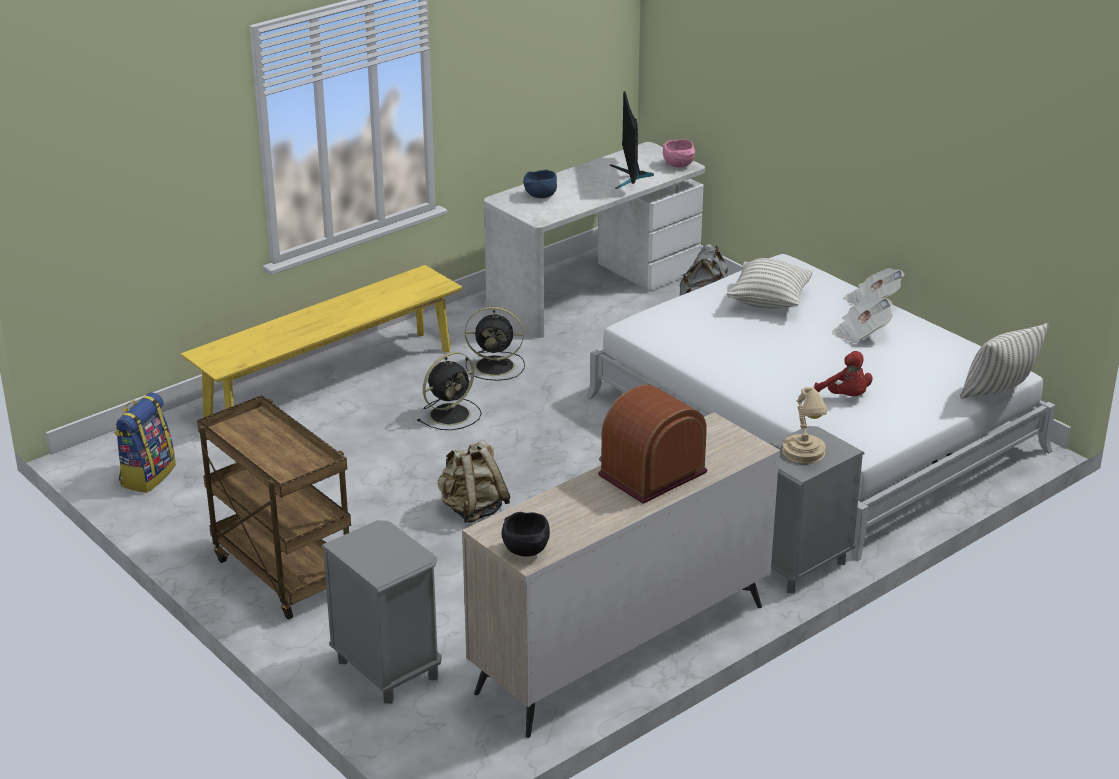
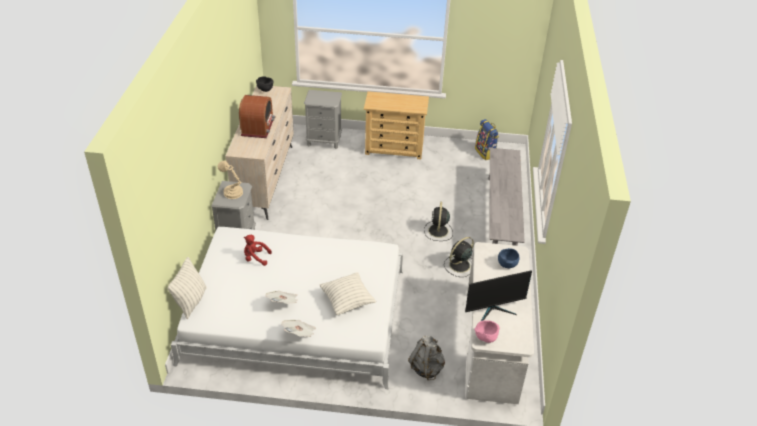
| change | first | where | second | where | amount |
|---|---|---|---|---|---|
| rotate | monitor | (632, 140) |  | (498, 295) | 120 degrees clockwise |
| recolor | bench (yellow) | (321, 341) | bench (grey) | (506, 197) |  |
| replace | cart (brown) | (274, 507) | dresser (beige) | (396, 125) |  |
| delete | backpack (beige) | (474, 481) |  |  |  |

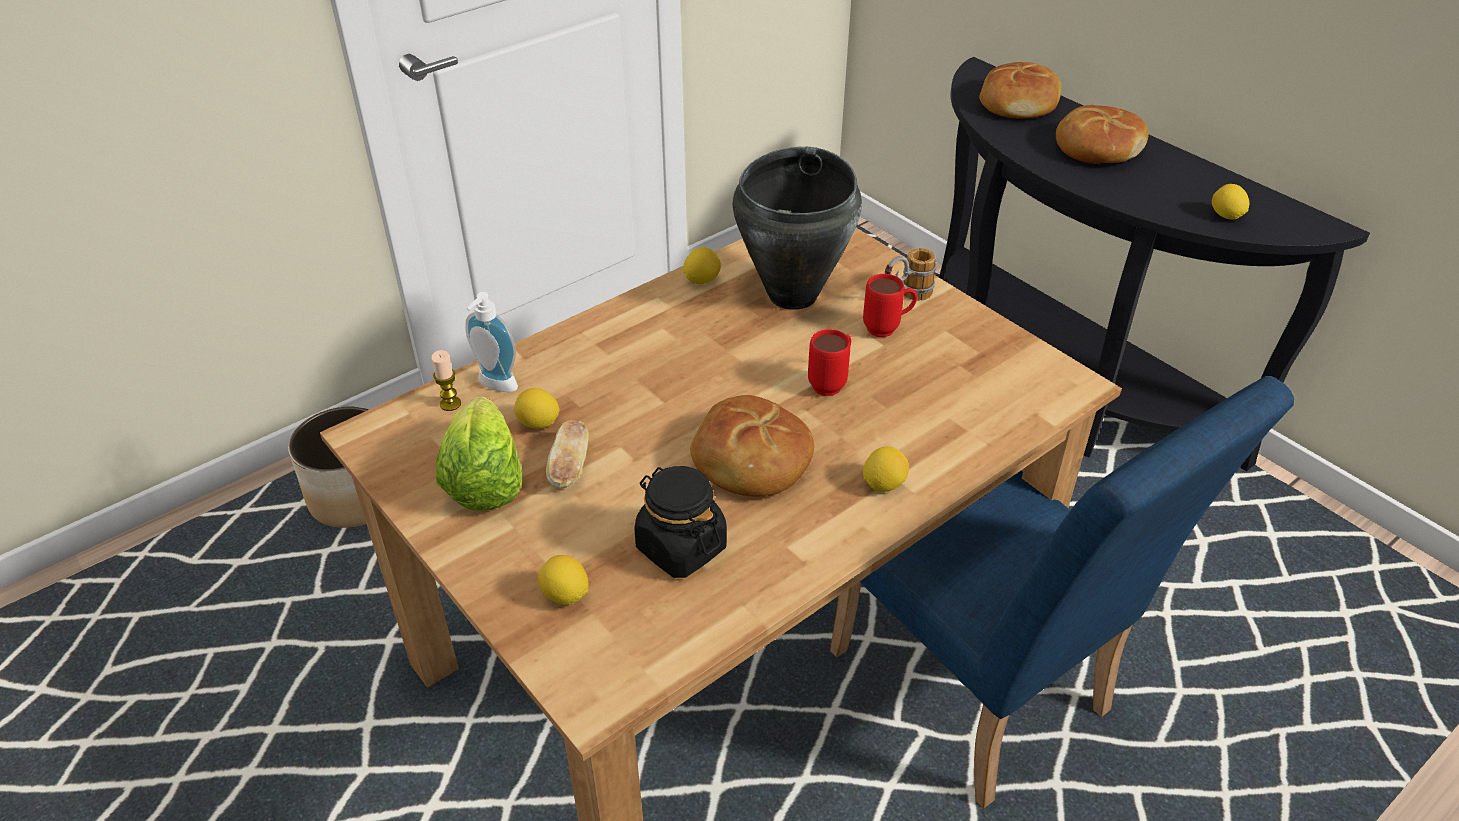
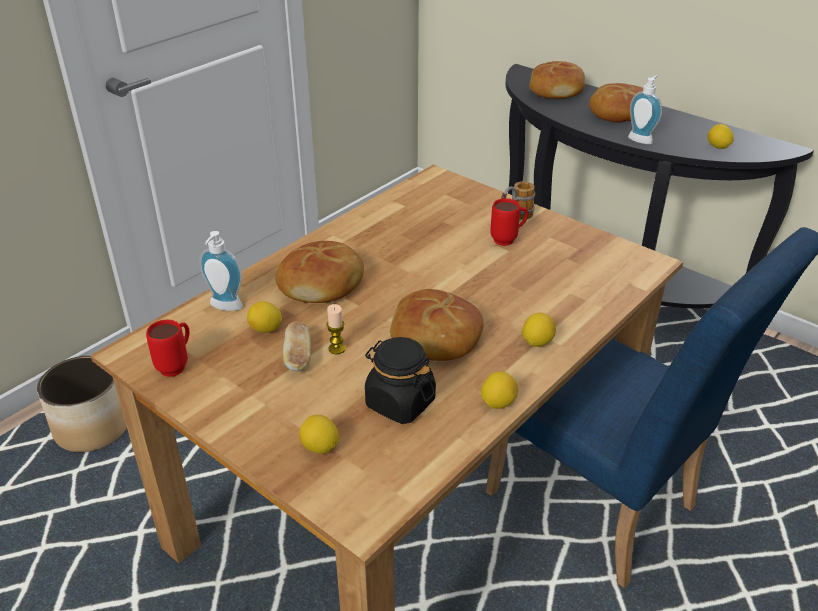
| change | first | where | second | where | amount |
|---|---|---|---|---|---|
| delete | cooking pot (black) | (797, 228) |  |  |  |
| move | lemon | (702, 265) |  | (499, 390) |  |
| move | mug (red) | (829, 362) |  | (168, 348) |  |
| move | candle | (446, 380) |  | (336, 329) |  |
| delete | lettuce | (479, 454) |  |  |  |
| insert |  |  | soap dispenser | (645, 109) |  |
| insert |  |  | bread | (319, 272) |  |

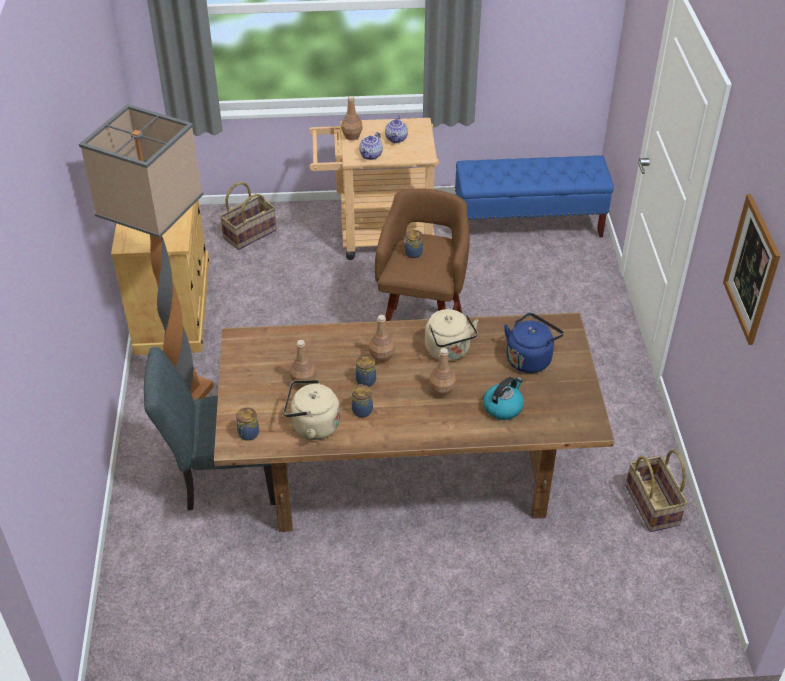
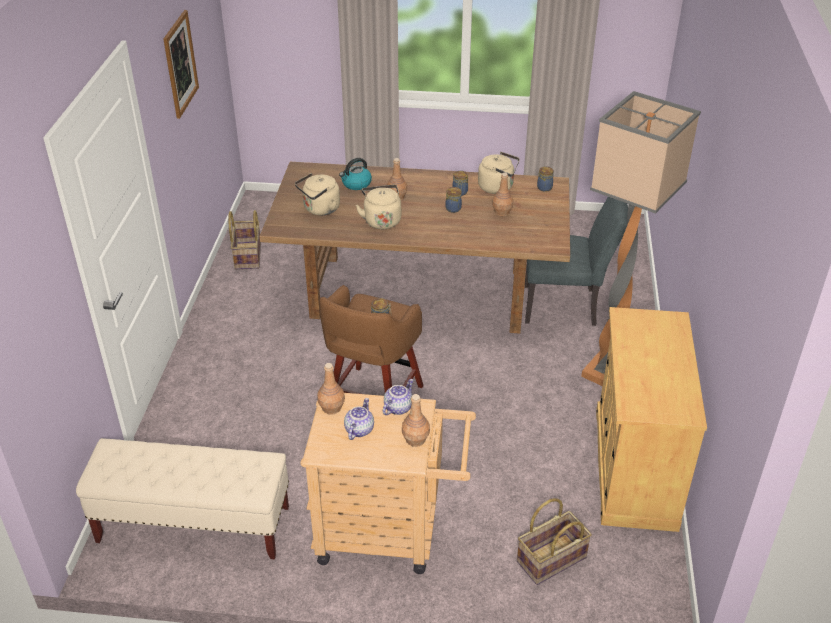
| change | first | where | second | where | amount |
|---|---|---|---|---|---|
| recolor | bench (blue) | (534, 196) | bench (beige) | (182, 499) |  |
| recolor | kettle (blue) | (534, 343) | kettle (beige) | (317, 194) |  |
| move | bottle (brown) | (382, 339) |  | (331, 389) |  |

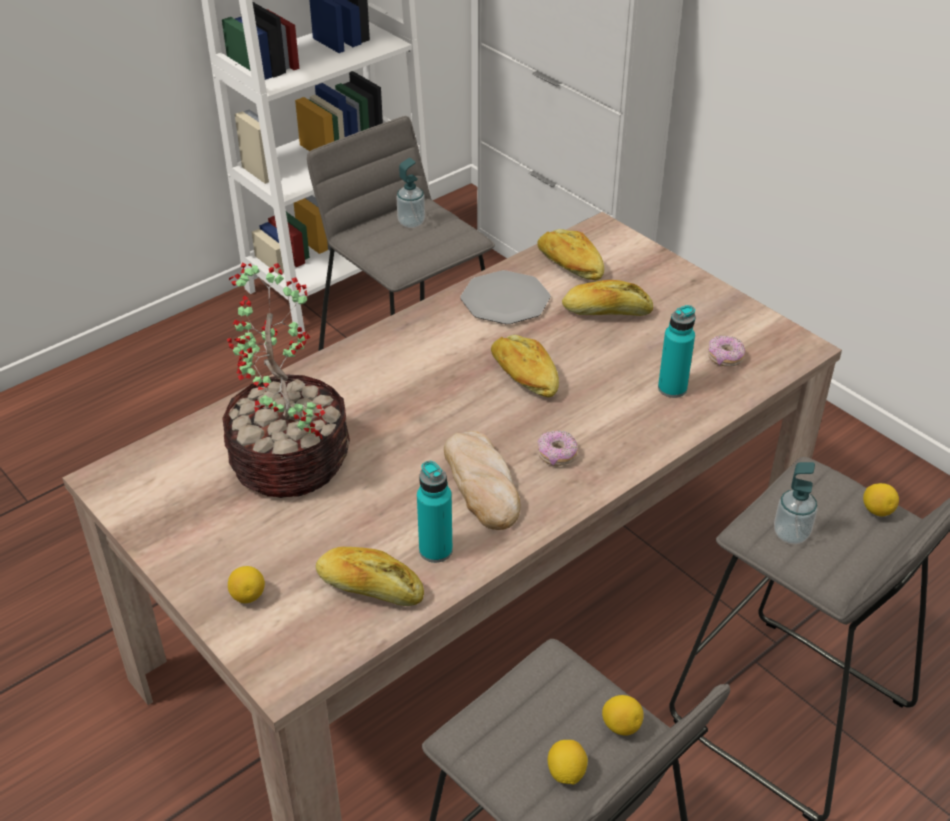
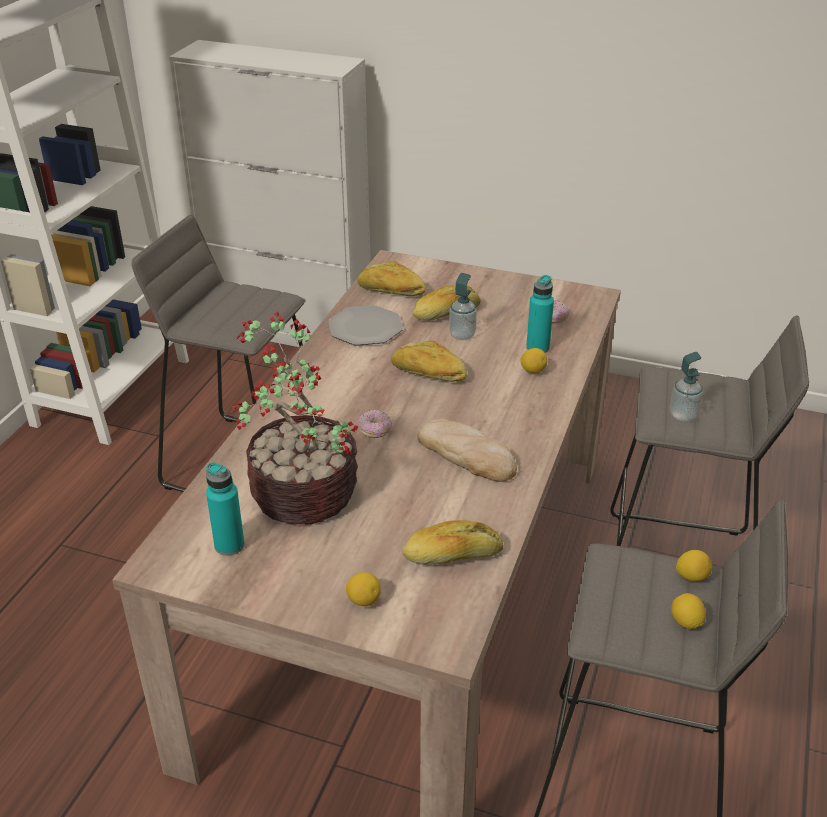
| change | first | where | second | where | amount |
|---|---|---|---|---|---|
| move | soap dispenser | (411, 193) |  | (463, 306) |  |
| move | donut | (558, 448) |  | (374, 424) |  |
| move | bottle (turquoise) | (435, 512) |  | (225, 509) |  |
| move | lemon | (881, 499) |  | (533, 360) |  |

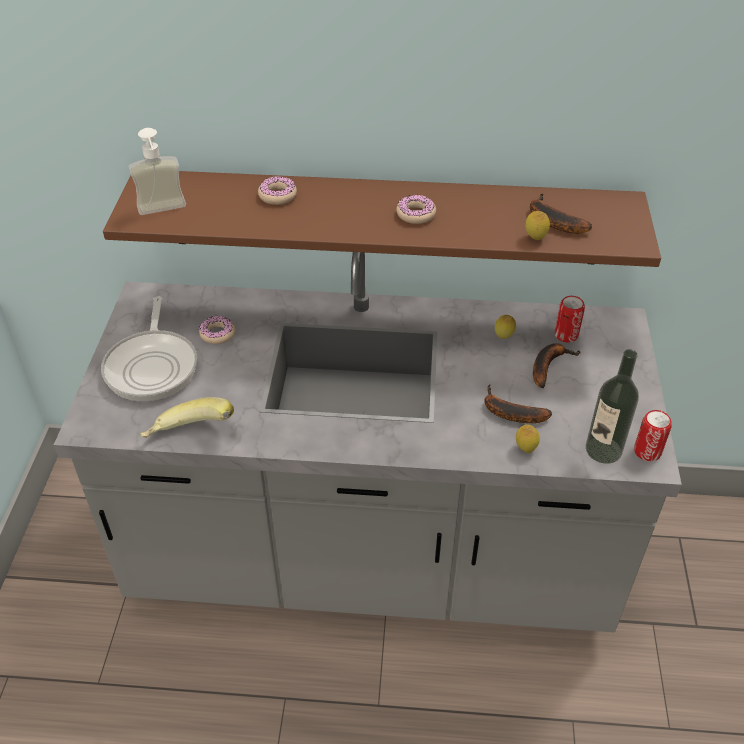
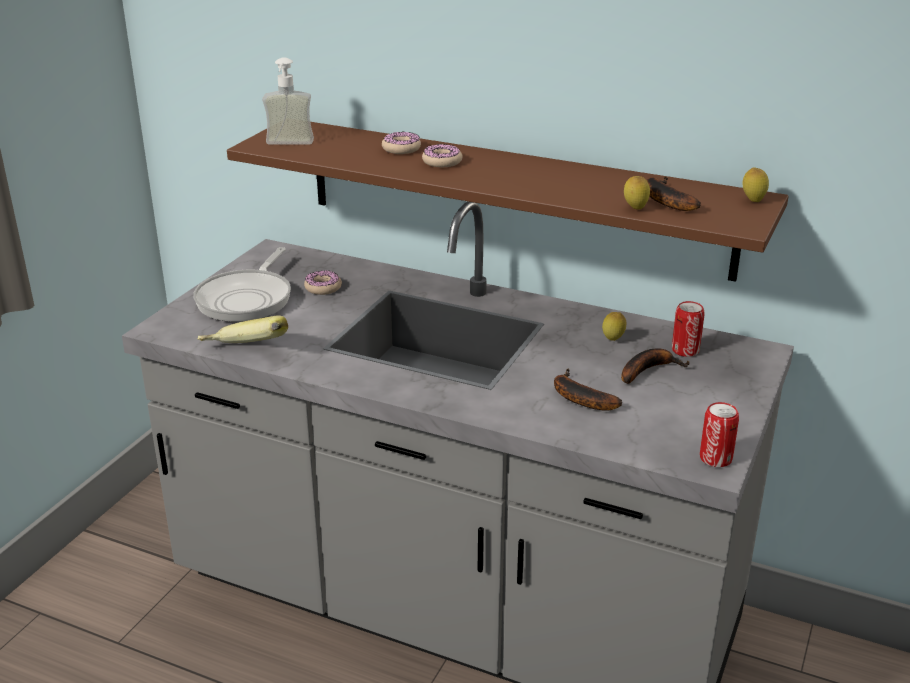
| change | first | where | second | where | amount |
|---|---|---|---|---|---|
| move | donut | (416, 209) |  | (442, 155) |  |
| delete | bottle | (612, 406) |  |  |  |
| move | lemon | (528, 439) |  | (756, 184) |  |

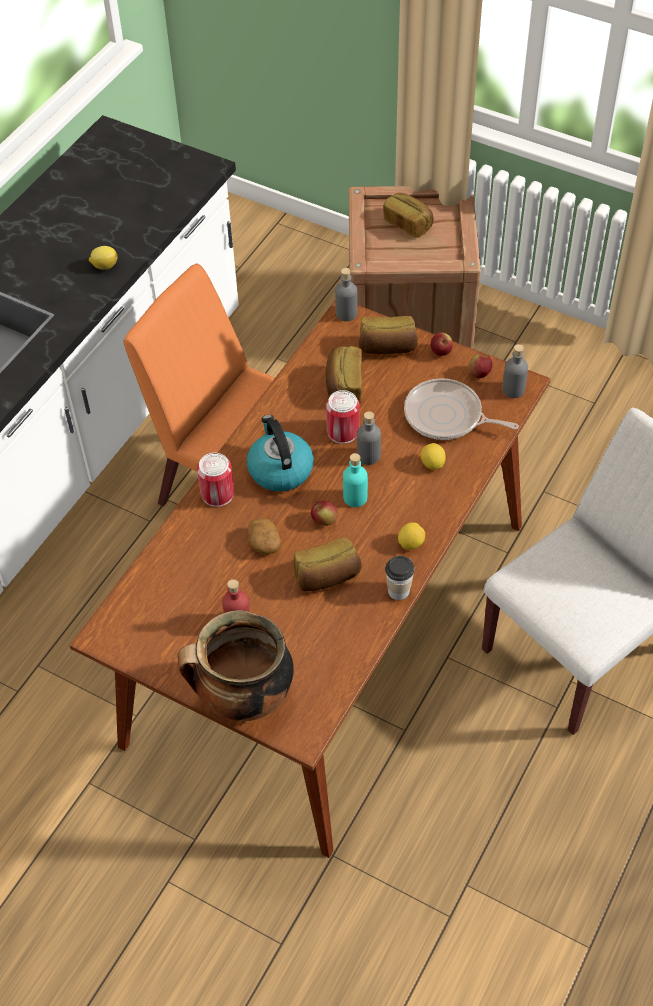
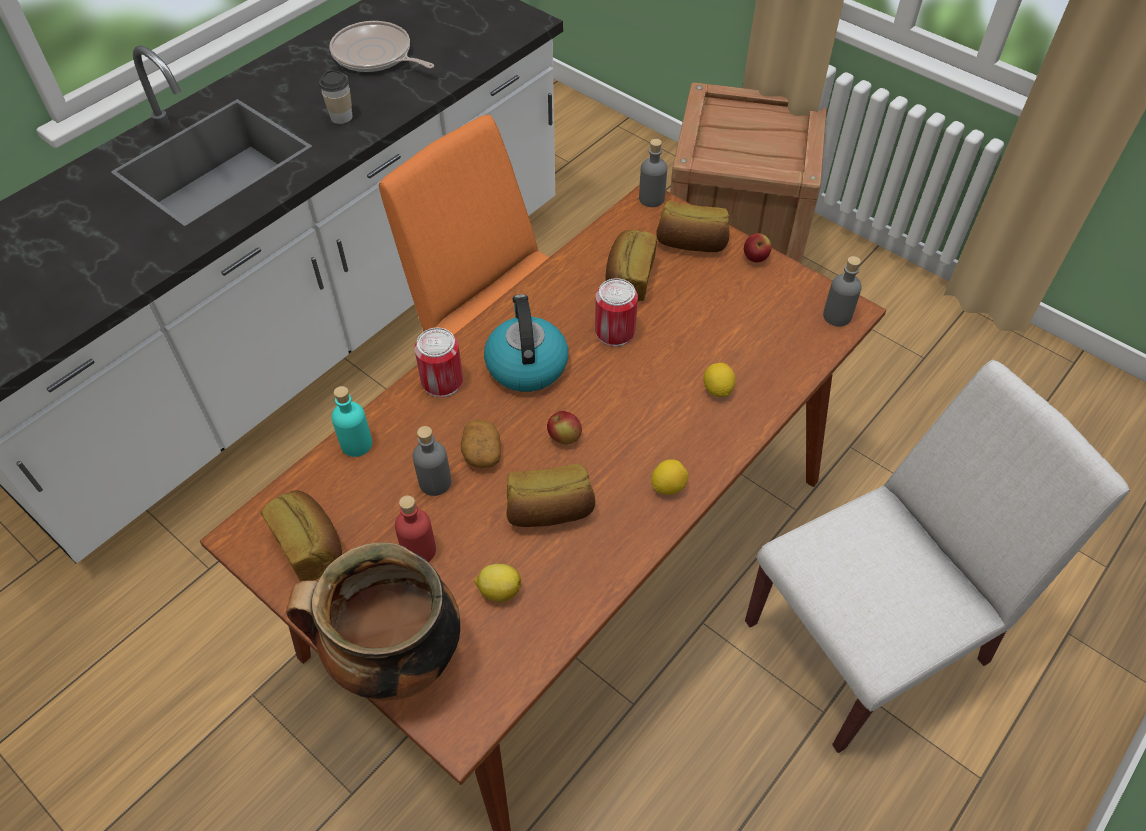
| change | first | where | second | where | amount |
|---|---|---|---|---|---|
| move | bread | (408, 215) |  | (301, 536) |  |
| move | lemon | (103, 258) |  | (498, 583) |  |
| delete | apple | (481, 366) |  |  |  |
| move | frying pan | (461, 409) |  | (381, 46) |  |
| move | bottle (grey) | (369, 438) |  | (432, 461) |  |
| move | bottle (turquoise) | (355, 480) |  | (352, 421) |  |
| move | cup | (399, 578) |  | (336, 97) |  |

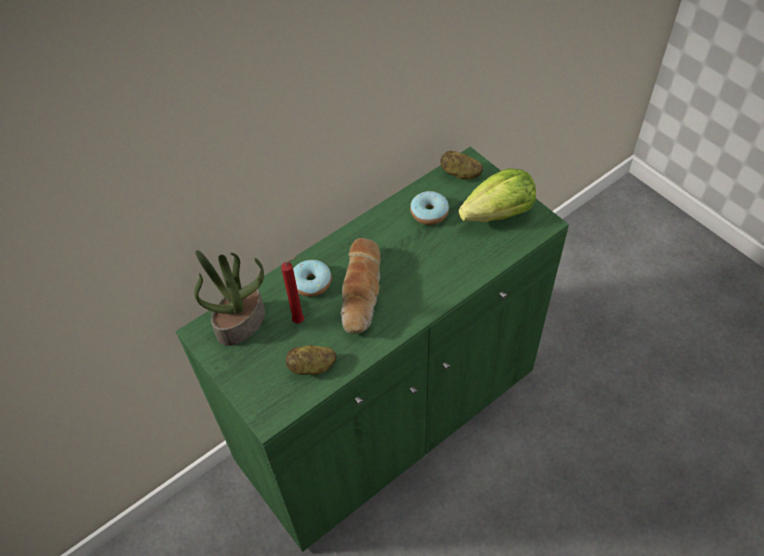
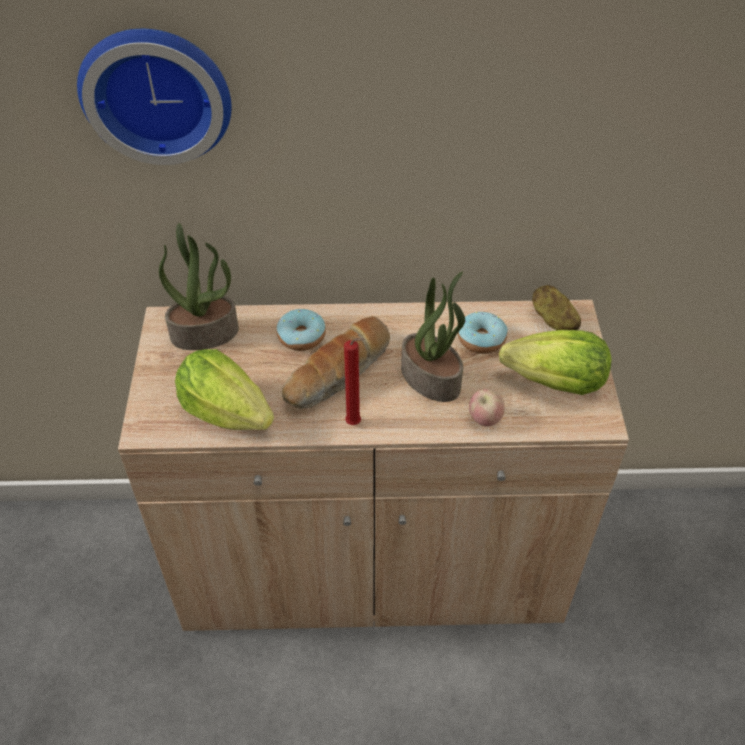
| change | first | where | second | where | amount |
|---|---|---|---|---|---|
| recolor | cabinet (green) | (372, 349) | cabinet (beige) | (373, 465) |  |
| move | candle (red) | (292, 289) |  | (354, 381) |  |
| replace | potato | (311, 360) | lettuce | (224, 389) |  |
| insert |  |  | wall clock | (154, 97) |  |
| insert |  |  | potted plant | (433, 337) |  |
| insert |  |  | apple | (487, 408) |  |

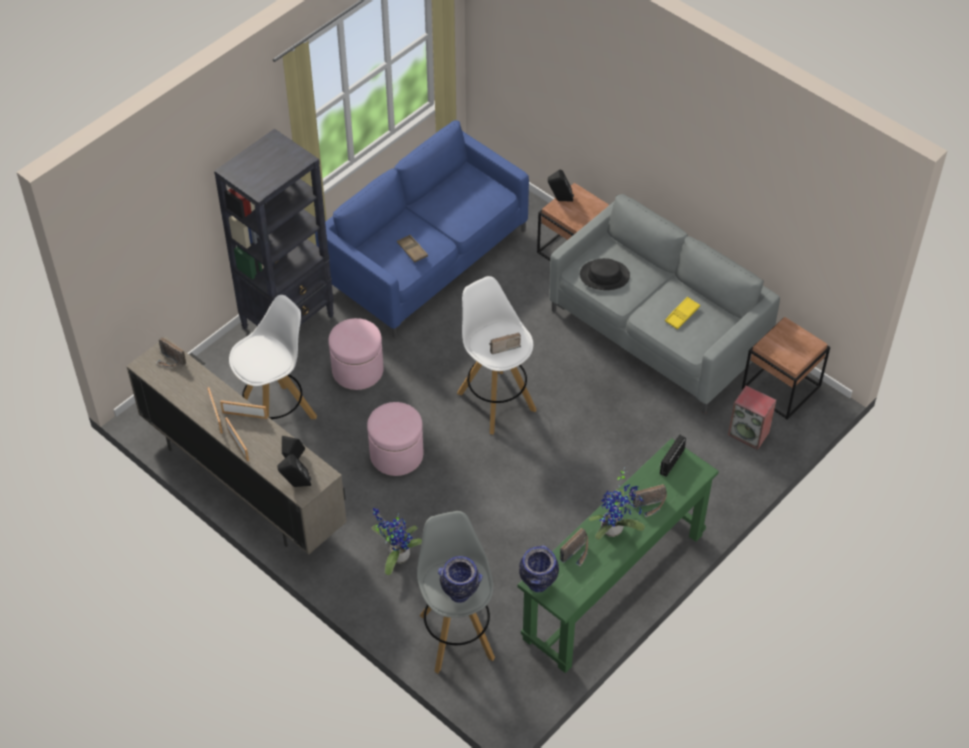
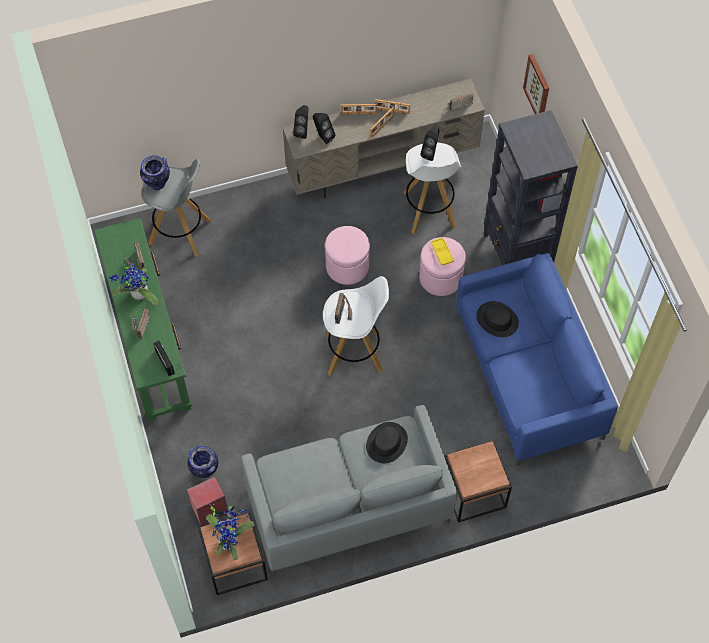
| change | first | where | second | where | amount |
|---|---|---|---|---|---|
| move | speaker (black) | (561, 186) |  | (430, 144) |  |
| replace | tray (brown) | (412, 249) | hat (black) | (497, 319) |  |
| move | tray (yellow) | (682, 313) |  | (442, 251) |  |
| move | potted plant | (396, 541) |  | (230, 532) |  |
| move | vase | (539, 569) |  | (203, 462) |  |
| insert |  |  | picture | (536, 84) |  |

